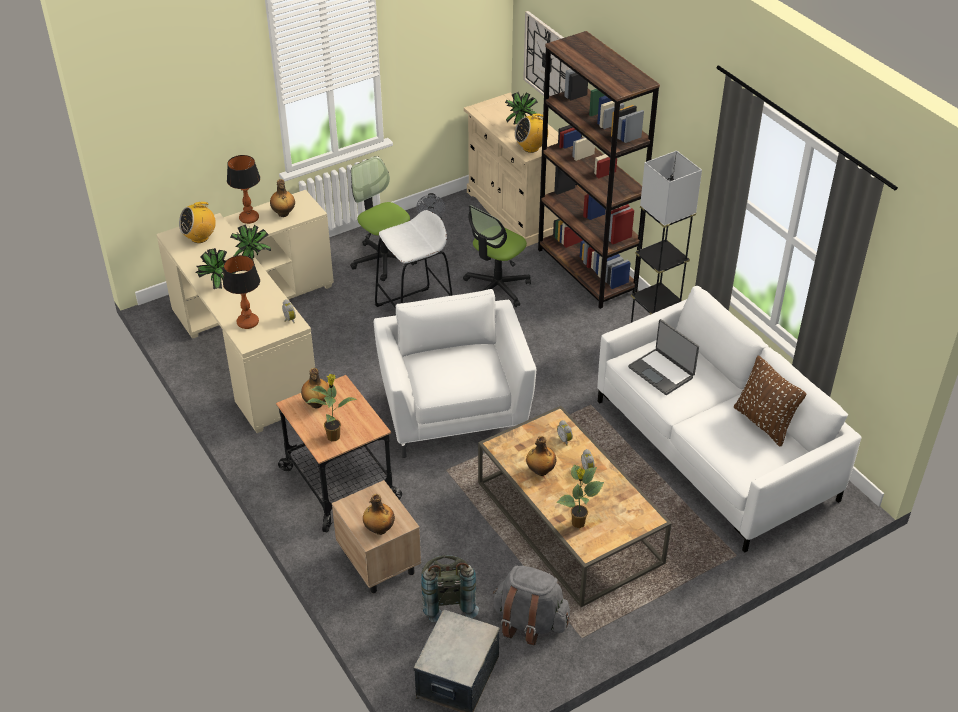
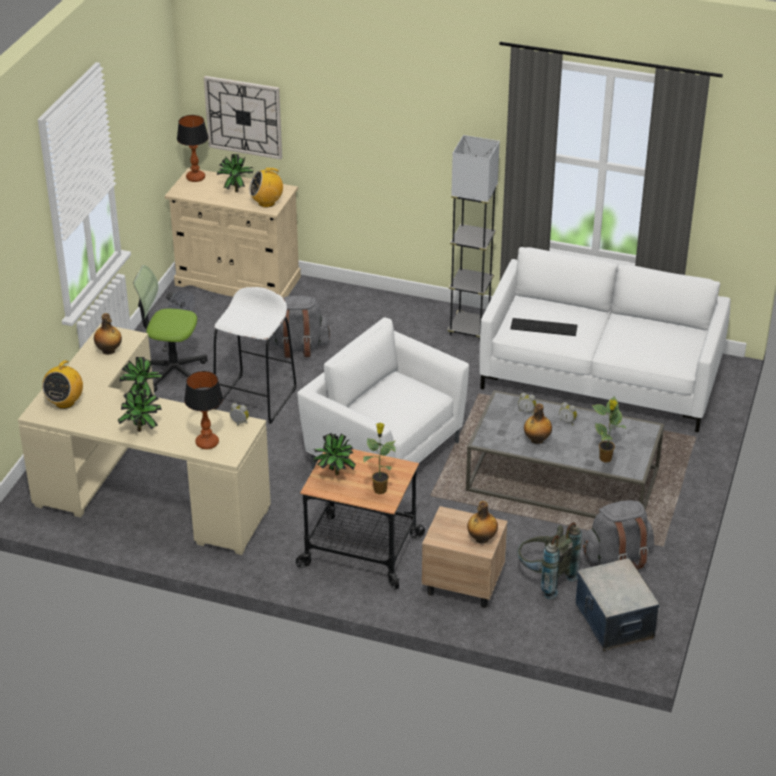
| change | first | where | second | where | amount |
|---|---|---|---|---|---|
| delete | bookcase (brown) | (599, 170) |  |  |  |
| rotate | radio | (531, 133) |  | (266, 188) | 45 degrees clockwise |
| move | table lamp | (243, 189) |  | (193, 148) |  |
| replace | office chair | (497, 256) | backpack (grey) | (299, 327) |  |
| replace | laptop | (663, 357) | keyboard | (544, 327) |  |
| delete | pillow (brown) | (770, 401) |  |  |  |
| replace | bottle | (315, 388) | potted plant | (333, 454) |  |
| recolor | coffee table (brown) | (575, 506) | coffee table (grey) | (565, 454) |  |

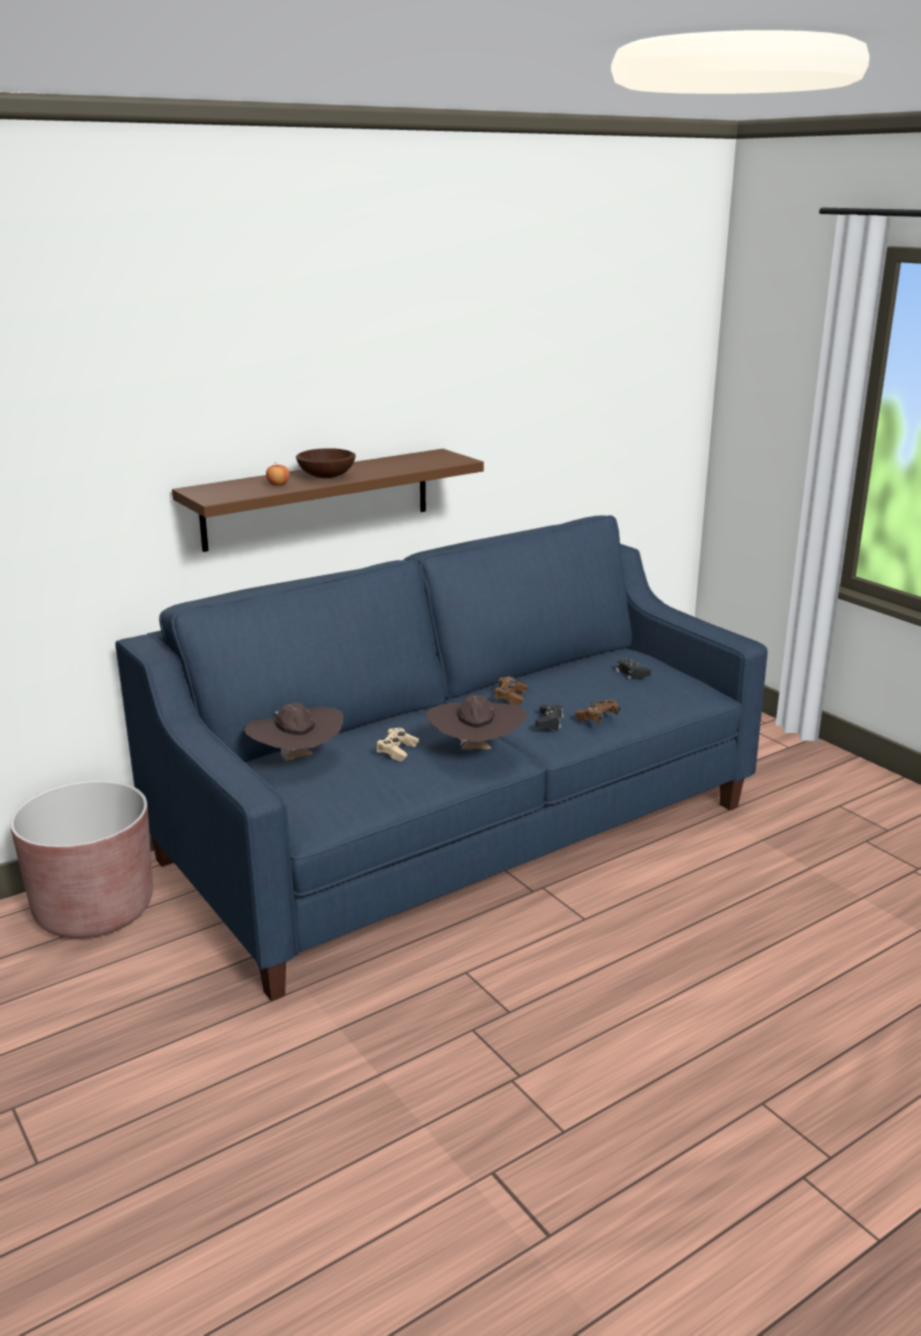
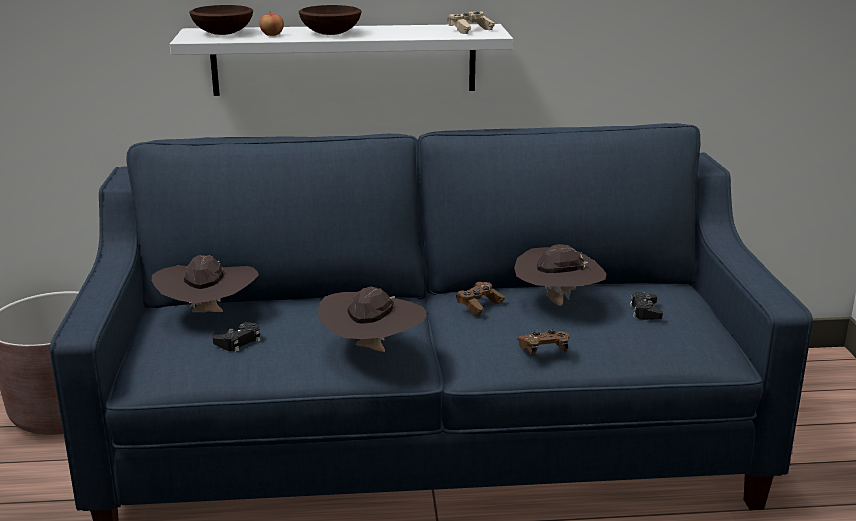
| change | first | where | second | where | amount |
|---|---|---|---|---|---|
| recolor | shelf (brown) | (328, 500) | shelf (white) | (341, 60) |  |
| move | game controller (black) | (549, 716) |  | (237, 337) |  |
| move | game controller (beige) | (397, 745) |  | (471, 22) |  |
| insert |  |  | bowl (brown) | (221, 20) |  |
| insert |  |  | hat (brown) | (560, 275) |  |

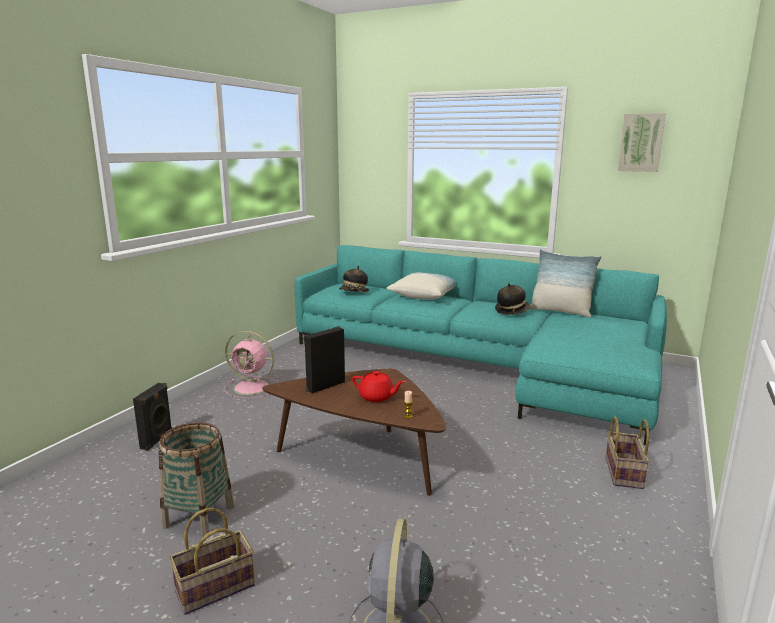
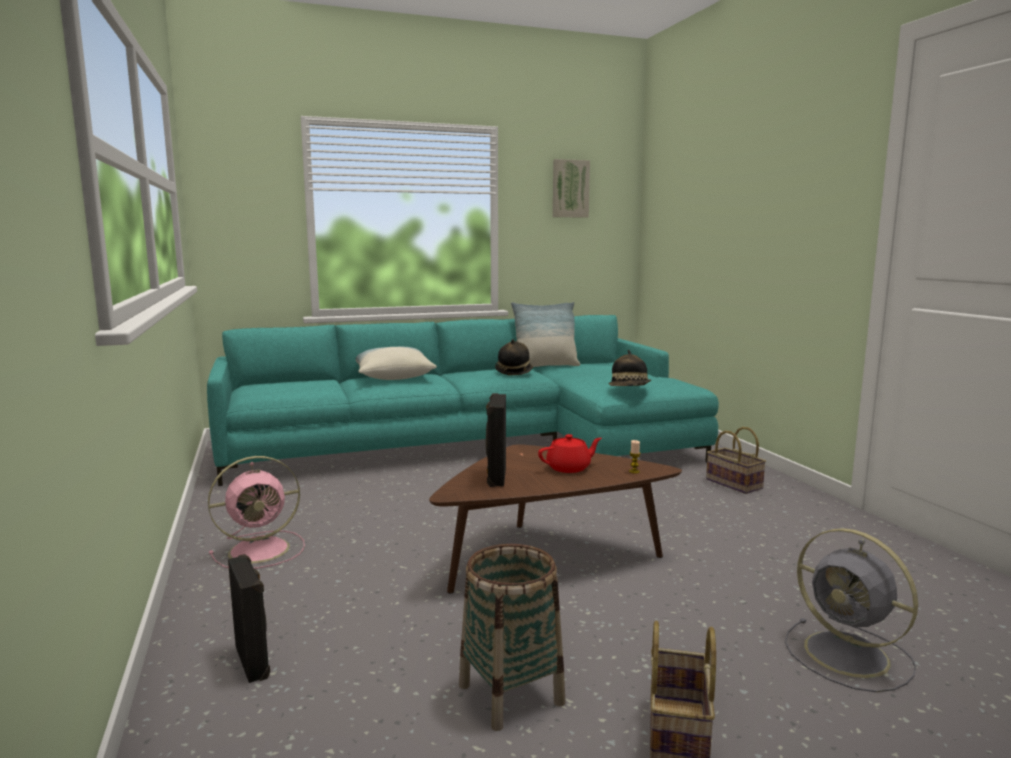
| change | first | where | second | where | amount |
|---|---|---|---|---|---|
| move | hat | (354, 279) |  | (629, 368) |  |

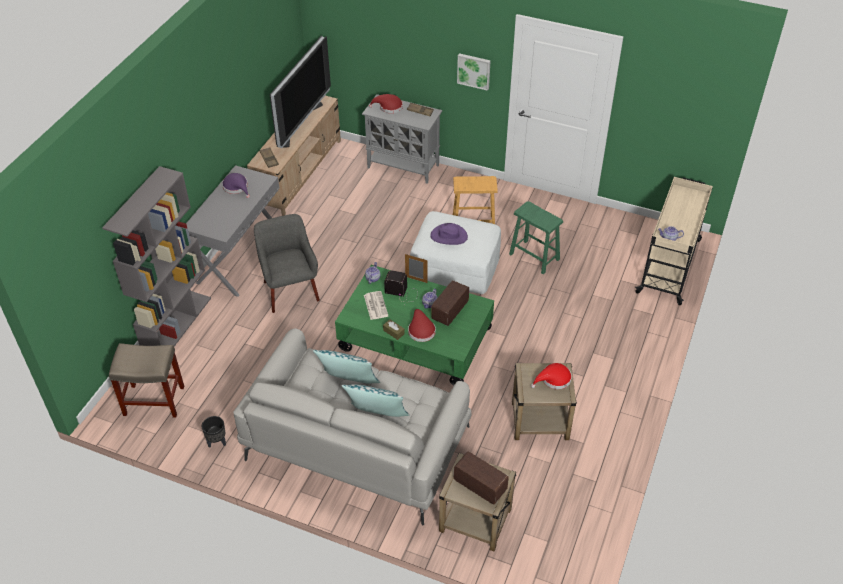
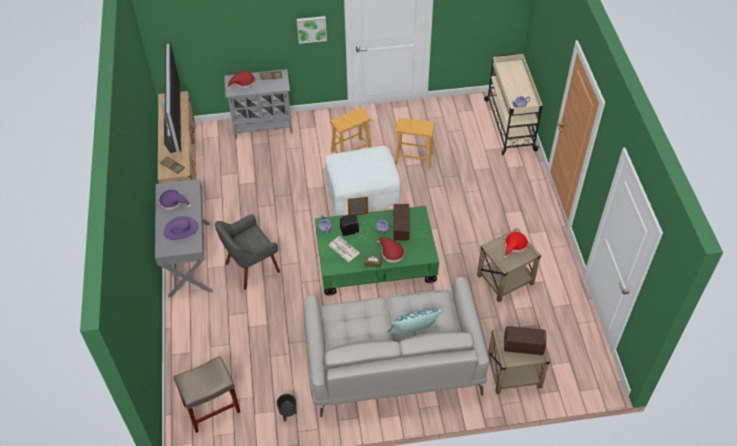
| change | first | where | second | where | amount |
|---|---|---|---|---|---|
| delete | bookcase (grey) | (156, 256) |  |  |  |
| recolor | stool (green) | (536, 237) | stool (brown) | (415, 143) |  |
| rotate | armchair (grey) | (287, 263) |  | (247, 252) | 75 degrees counterclockwise |
| move | hat (purple) | (449, 234) |  | (181, 228) |  |
| delete | pillow | (346, 366) |  |  |  |

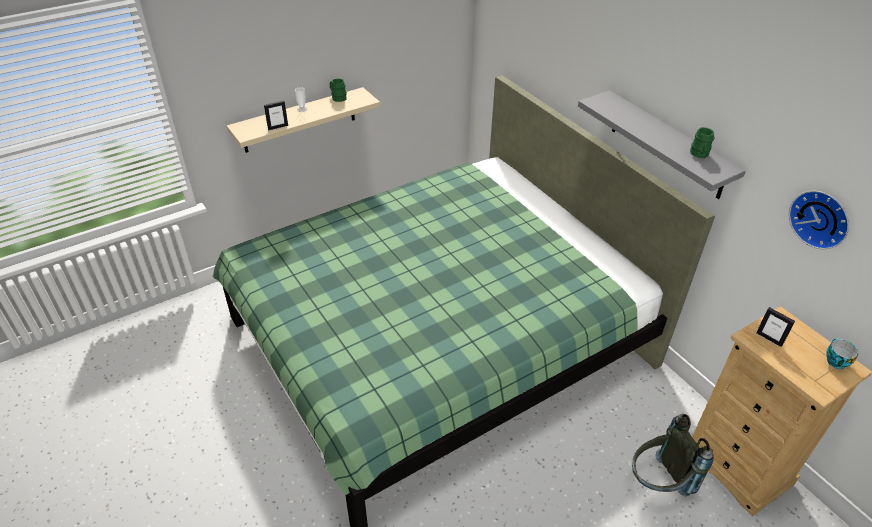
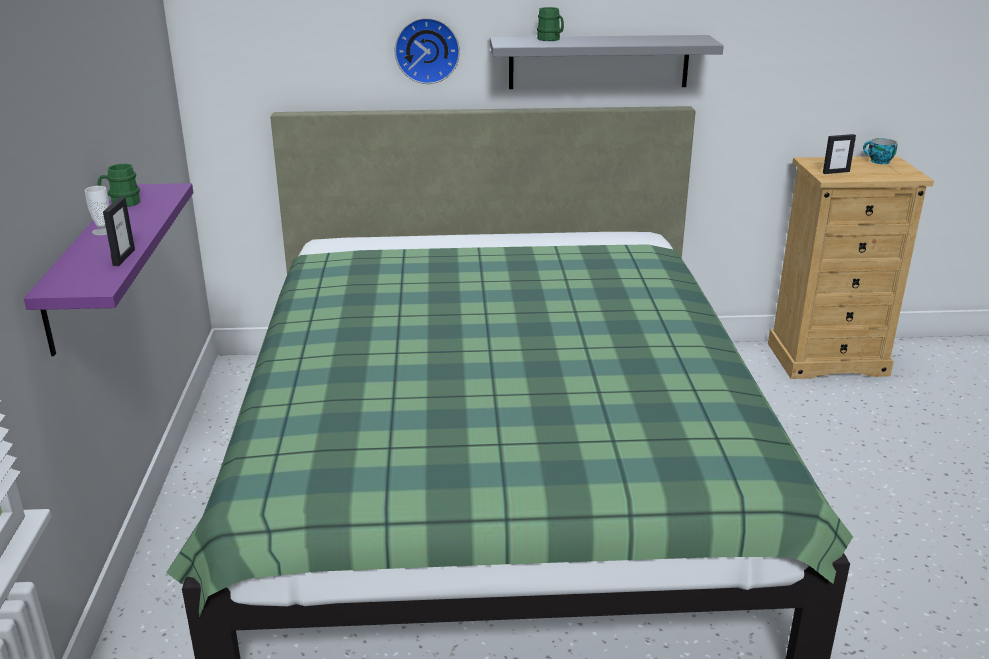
| change | first | where | second | where | amount |
|---|---|---|---|---|---|
| recolor | shelf (beige) | (303, 120) | shelf (purple) | (108, 269) |  |
| move | mug (green) | (702, 142) |  | (550, 24) |  |
| move | wall clock | (819, 220) |  | (427, 51) |  |
| delete | backpack (grey) | (673, 455) |  |  |  |

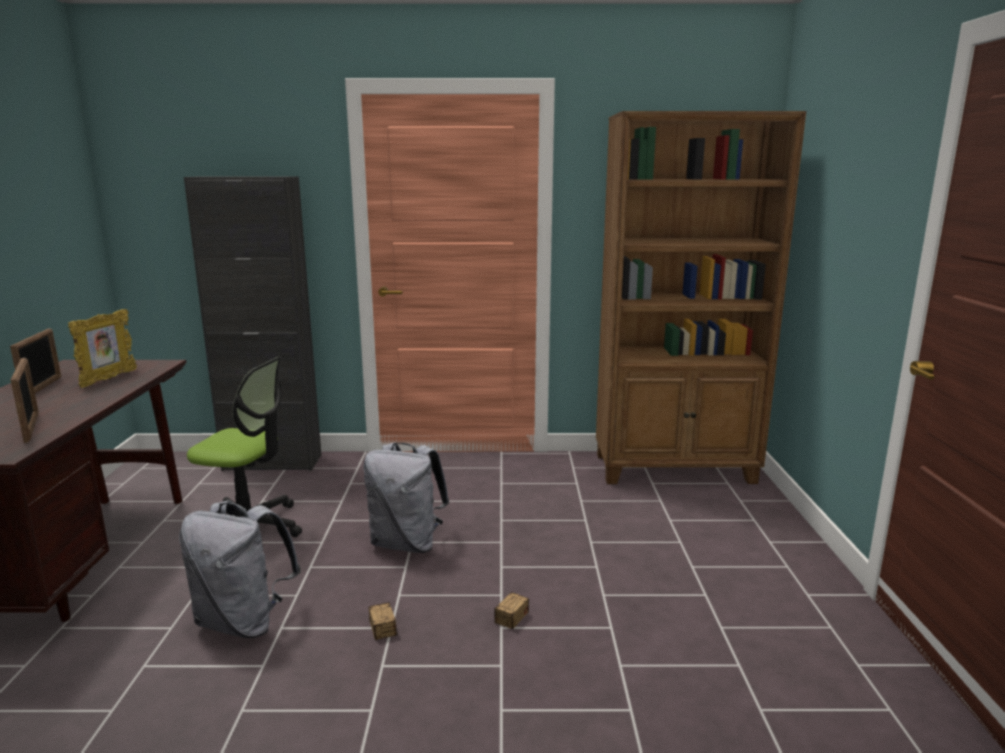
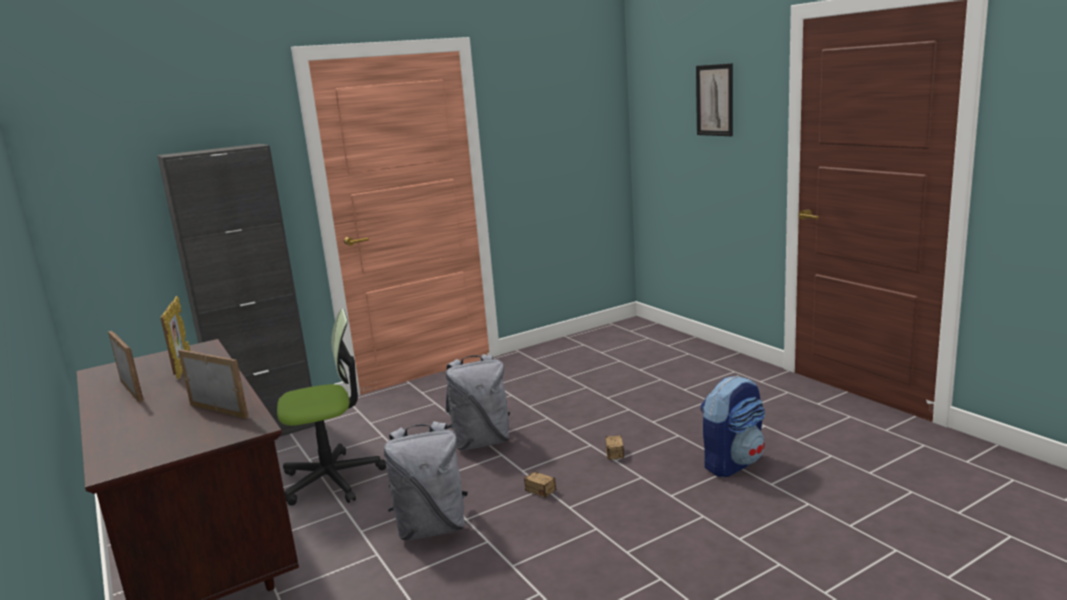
| change | first | where | second | where | amount |
|---|---|---|---|---|---|
| delete | bookcase (brown) | (701, 297) |  |  |  |
| insert |  |  | picture | (714, 99) |  |
| insert |  |  | backpack | (732, 426) |  |

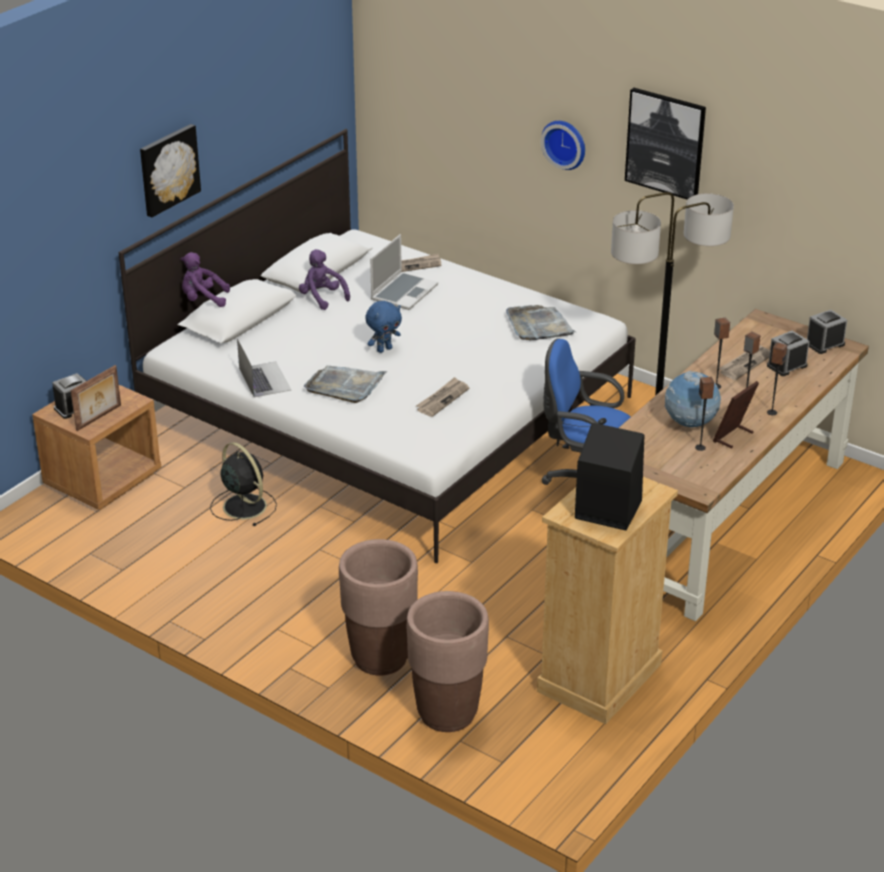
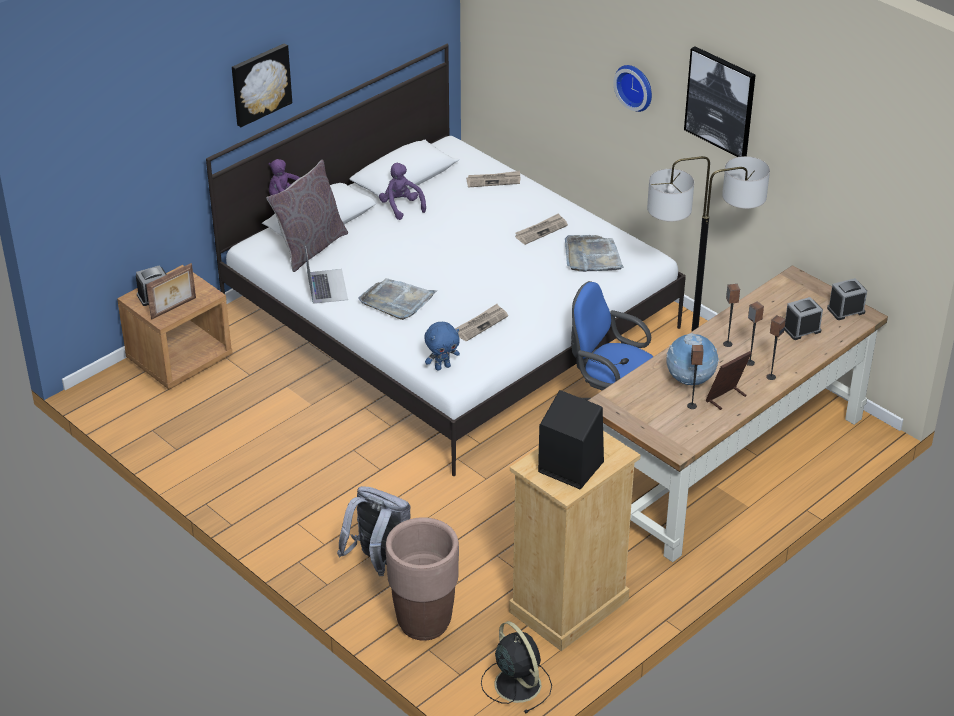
| change | first | where | second | where | amount |
|---|---|---|---|---|---|
| delete | laptop | (404, 272) |  |  |  |
| move | plush toy (blue) | (383, 327) |  | (442, 346) |  |
| move | newspaper | (744, 362) |  | (541, 229) |  |
| move | fan (black) | (243, 484) |  | (516, 667) |  |
| replace | planter (brown) | (378, 607) | backpack (grey) | (374, 531) |  |
| insert |  |  | pillow (grey) | (307, 216) |  |

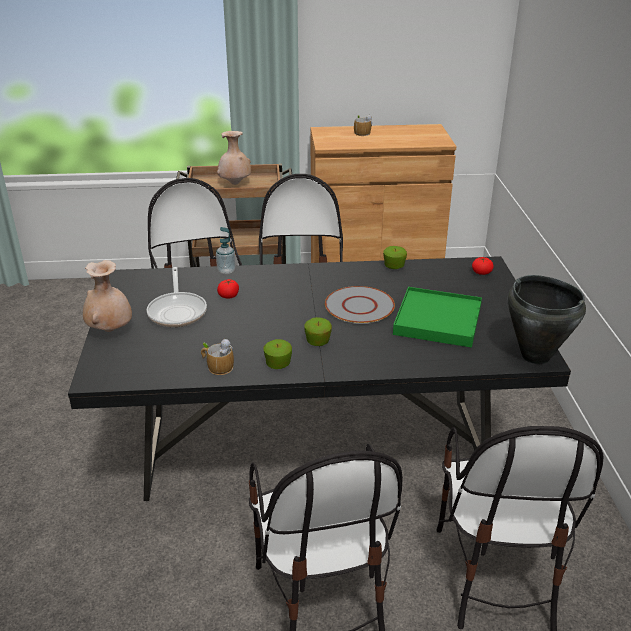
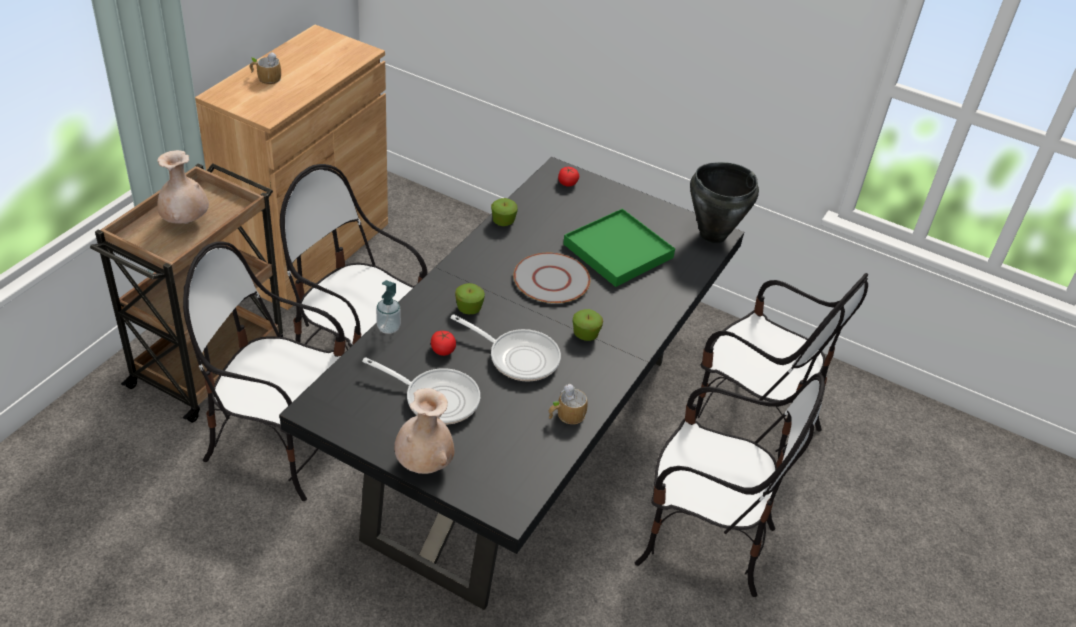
| change | first | where | second | where | amount |
|---|---|---|---|---|---|
| move | apple | (278, 354) |  | (470, 298) |  |
| insert |  |  | frying pan | (505, 348) |  |

